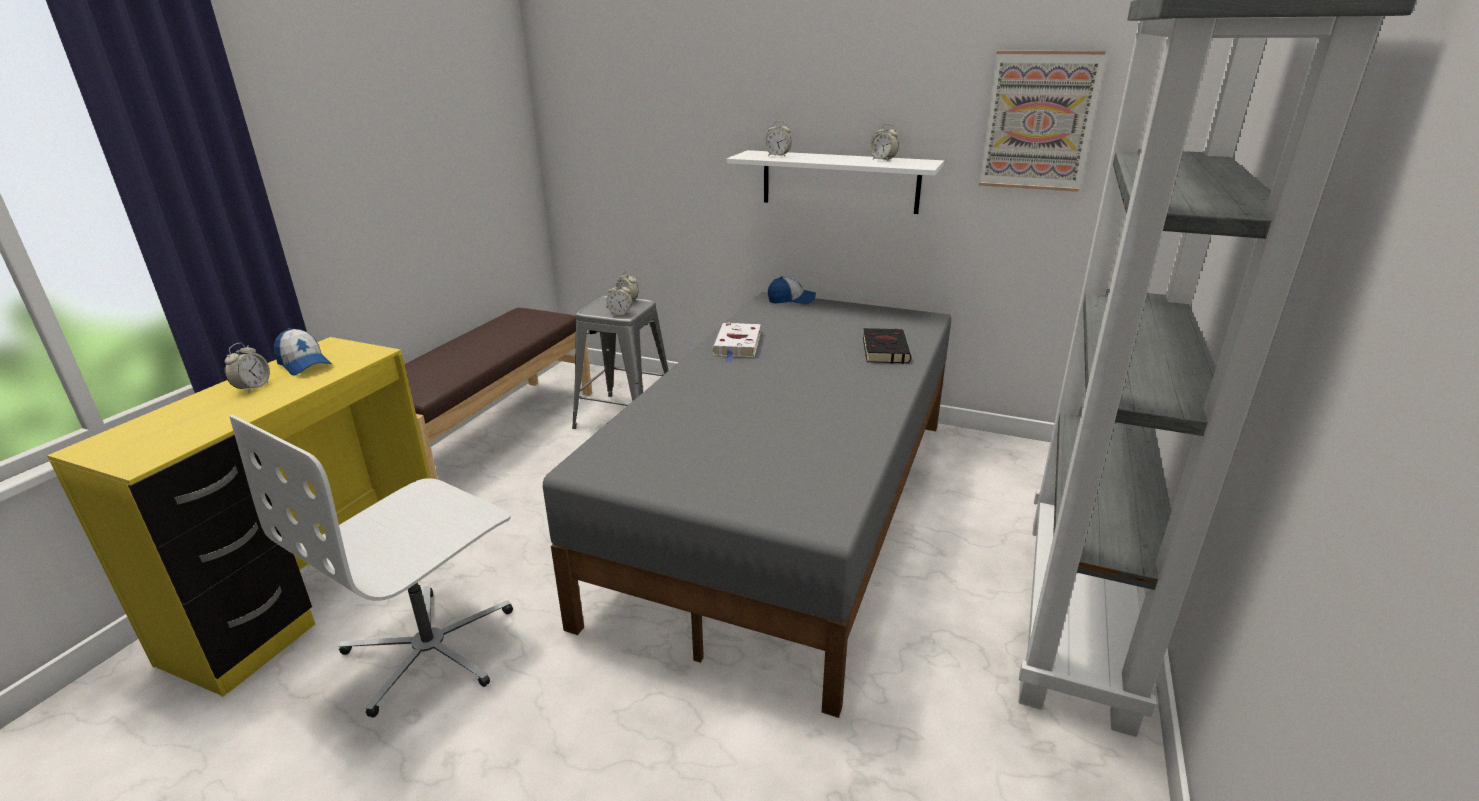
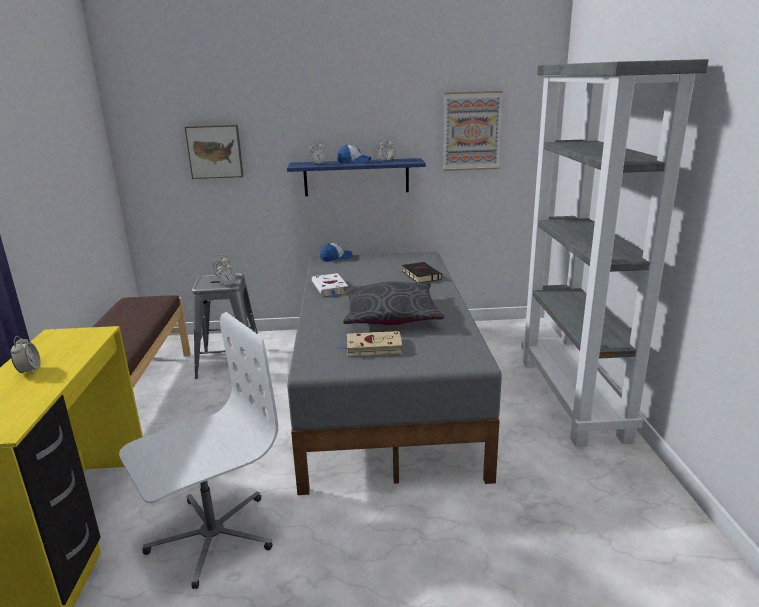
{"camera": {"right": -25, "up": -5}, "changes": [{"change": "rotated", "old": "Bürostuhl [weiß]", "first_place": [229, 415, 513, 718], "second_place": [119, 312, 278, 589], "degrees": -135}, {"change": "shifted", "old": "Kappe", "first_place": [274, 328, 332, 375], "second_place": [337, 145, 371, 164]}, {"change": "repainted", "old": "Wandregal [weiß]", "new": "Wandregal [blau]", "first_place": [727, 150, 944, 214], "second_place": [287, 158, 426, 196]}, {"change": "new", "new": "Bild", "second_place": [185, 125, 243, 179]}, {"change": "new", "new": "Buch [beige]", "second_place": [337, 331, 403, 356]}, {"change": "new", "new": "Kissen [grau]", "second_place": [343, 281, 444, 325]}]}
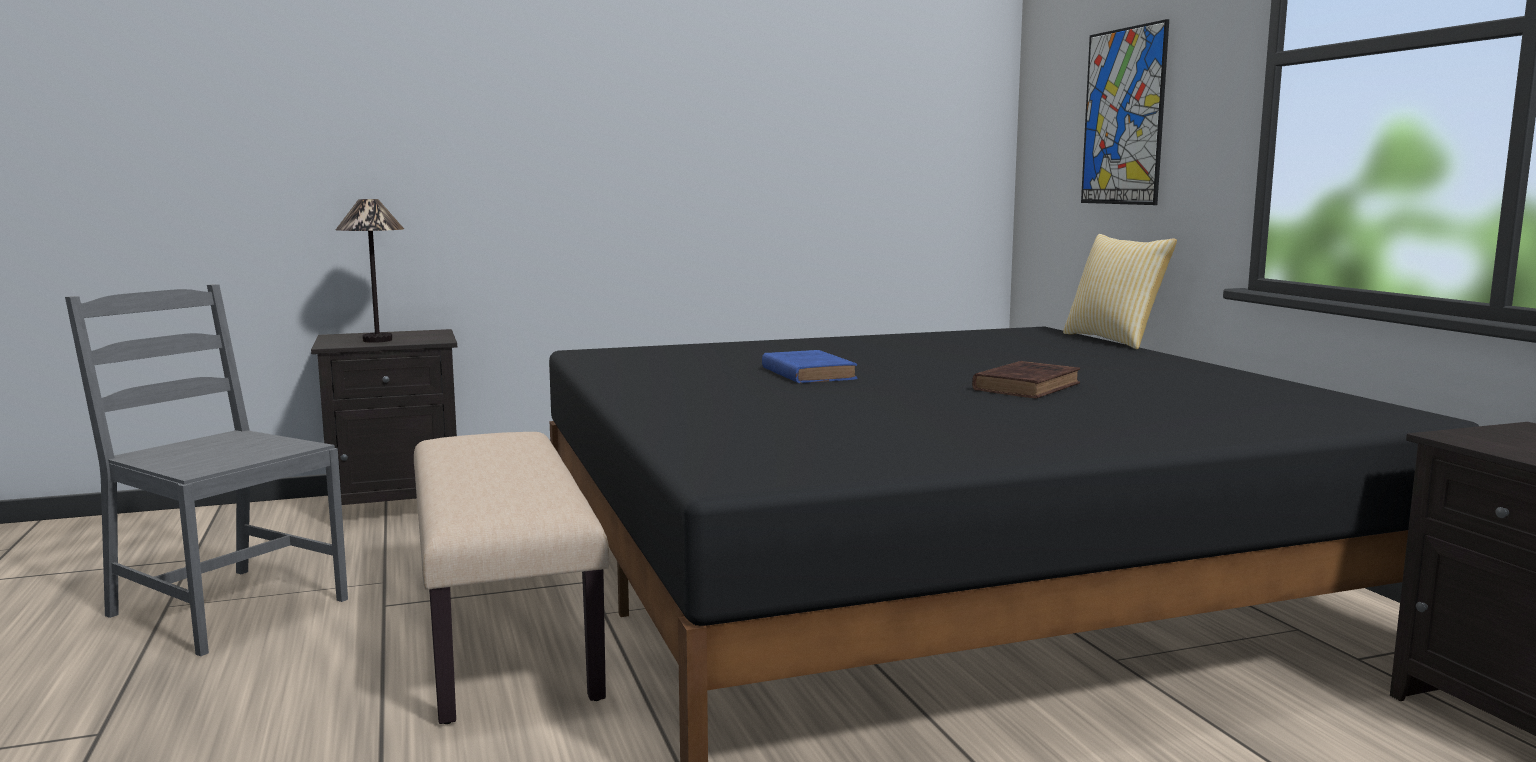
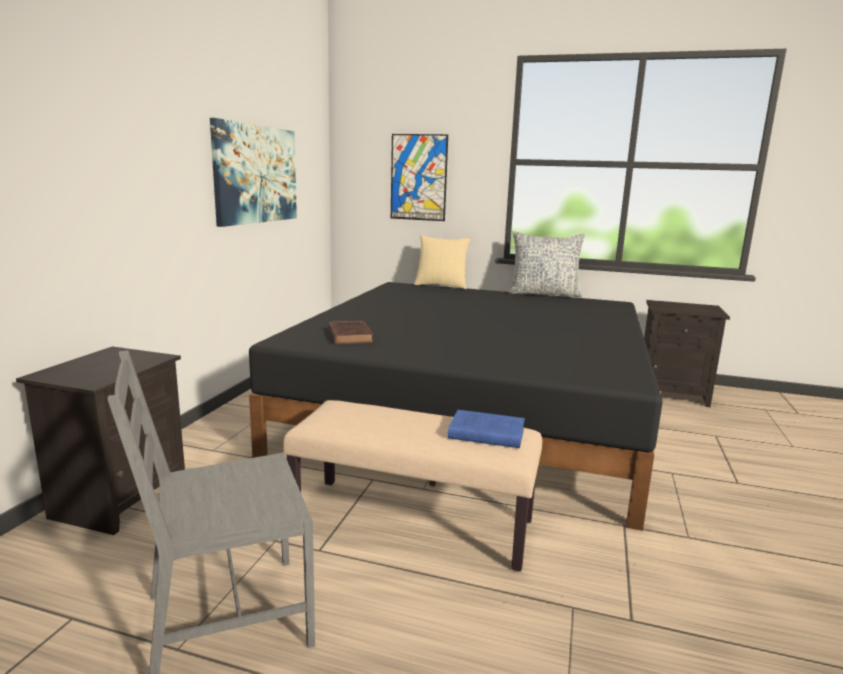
{"camera": {"right": -55, "up": 5}, "changes": [{"change": "gone", "old": "Tischlampe", "first_place": [336, 199, 404, 343]}, {"change": "shifted", "old": "Buch [blau]", "first_place": [762, 350, 857, 383], "second_place": [448, 410, 525, 448]}, {"change": "shifted", "old": "Buch [braun]", "first_place": [972, 361, 1080, 398], "second_place": [328, 321, 373, 344]}, {"change": "new", "new": "Bild", "second_place": [210, 118, 297, 227]}, {"change": "new", "new": "Kissen", "second_place": [508, 231, 585, 297]}]}
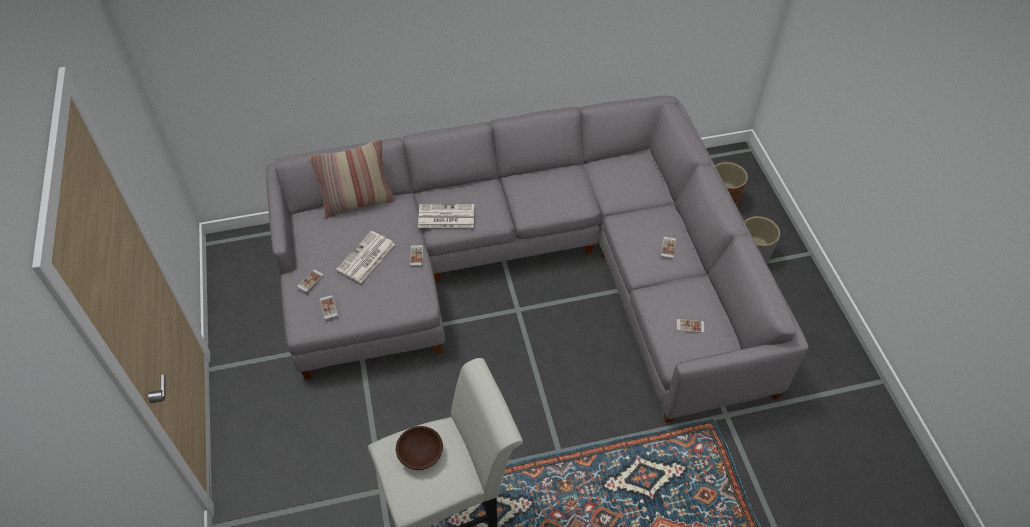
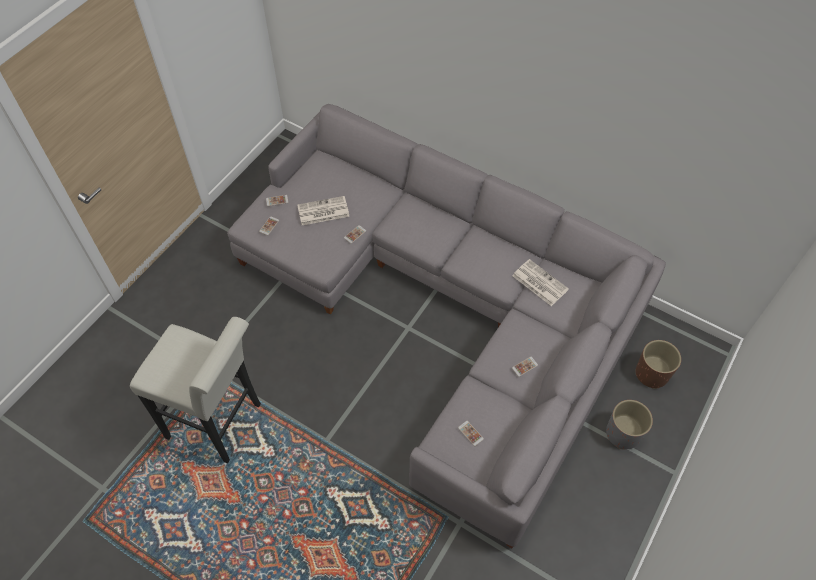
{"camera": {"right": 45, "up": 5}, "changes": [{"change": "gone", "old": "Kissen", "first_place": [309, 140, 395, 218]}, {"change": "gone", "old": "Schüssel [braun]", "first_place": [396, 426, 443, 470]}, {"change": "shifted", "old": "Zeitung", "first_place": [418, 204, 474, 228], "second_place": [512, 259, 569, 306]}]}
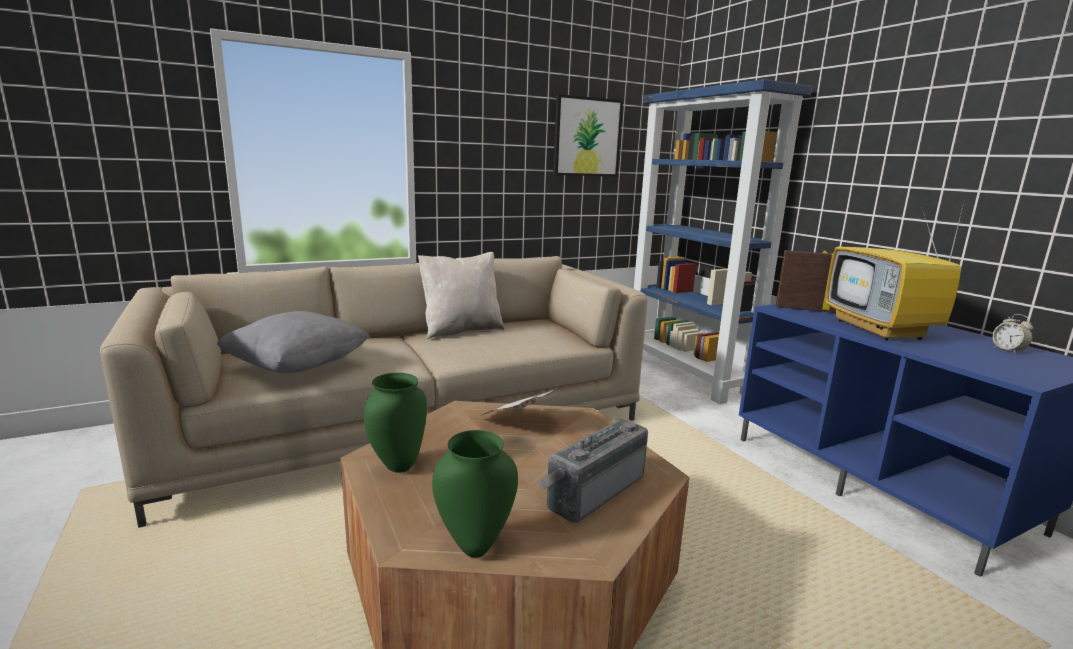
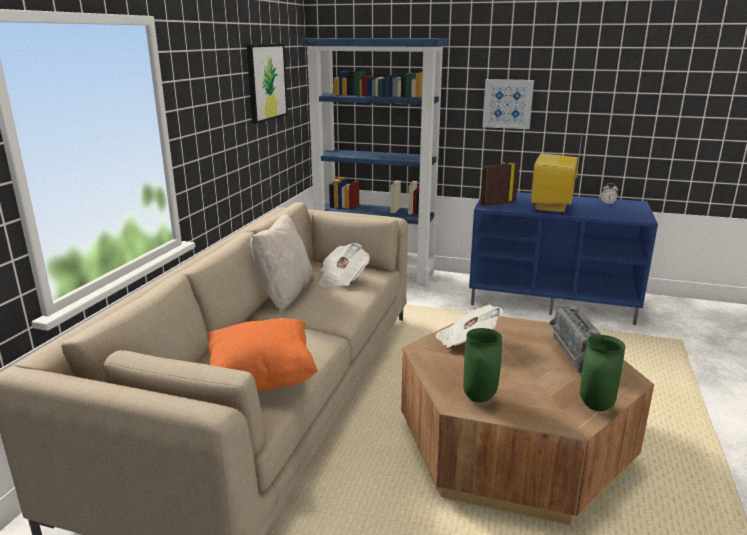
{"camera": {"right": -45, "up": 5}, "changes": [{"change": "repainted", "old": "Kissen [grau]", "new": "Kissen [orange]", "first_place": [217, 311, 371, 374], "second_place": [207, 318, 318, 391]}, {"change": "rotated", "old": "Fernseher", "first_place": [825, 203, 964, 340], "second_place": [531, 135, 582, 214], "degrees": 75}, {"change": "new", "new": "Zeitung", "second_place": [319, 243, 370, 287]}, {"change": "new", "new": "Bild", "second_place": [482, 79, 534, 129]}]}
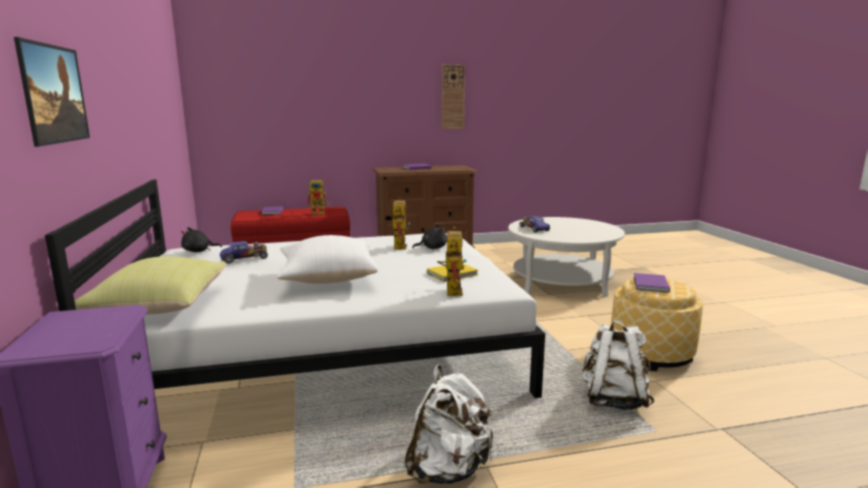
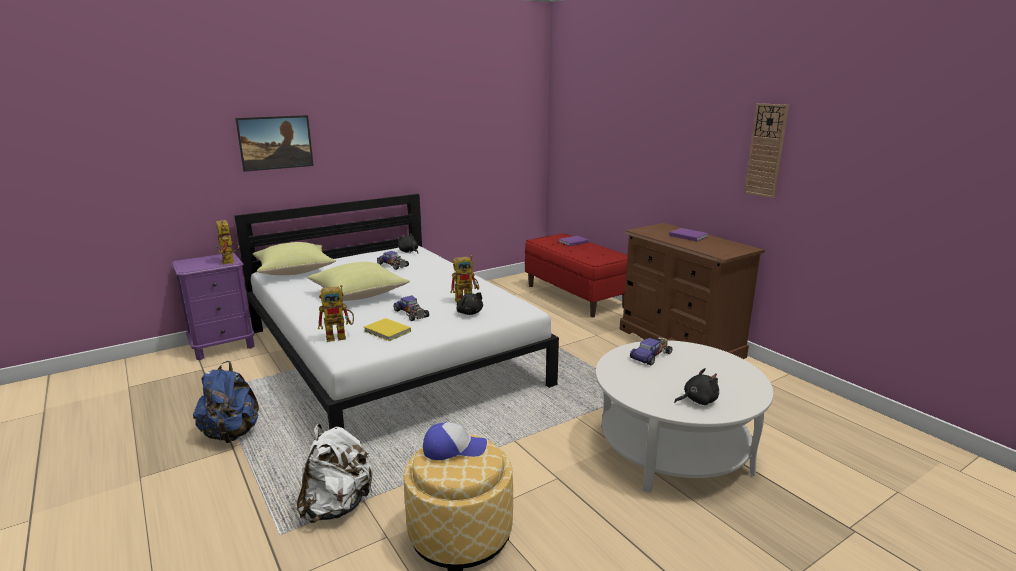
{"camera": {"right": 70, "up": 5}, "changes": [{"change": "repainted", "old": "Kissen [weiß]", "new": "Kissen [gelb]", "first_place": [277, 235, 378, 284], "second_place": [307, 262, 410, 301]}, {"change": "shifted", "old": "Spielzeugroboter", "first_place": [307, 179, 331, 216], "second_place": [216, 220, 240, 265]}, {"change": "repainted", "old": "Rucksack [weiß]", "new": "Rucksack [blau]", "first_place": [405, 365, 494, 484], "second_place": [193, 361, 259, 443]}, {"change": "swapped", "old": "Buch [lila]", "new": "Kappe", "first_place": [633, 273, 670, 293], "second_place": [423, 422, 487, 460]}, {"change": "new", "new": "Spielzeugauto", "second_place": [394, 296, 429, 321]}, {"change": "new", "new": "Plüschtier [schwarz]", "second_place": [674, 368, 719, 405]}]}
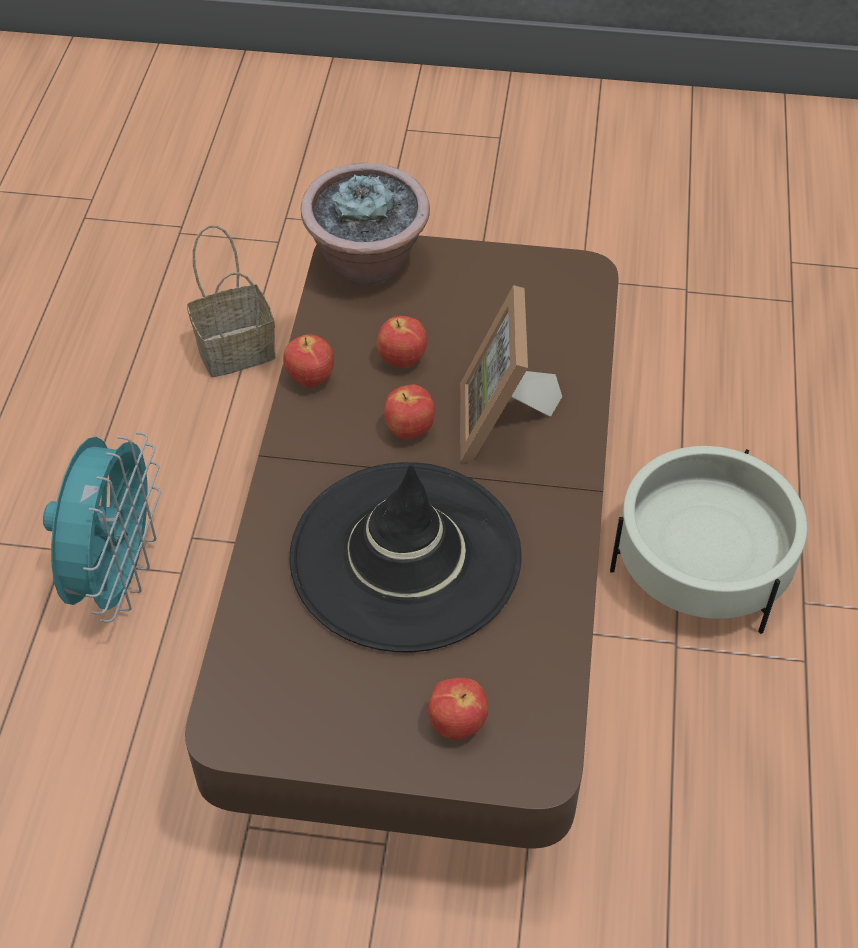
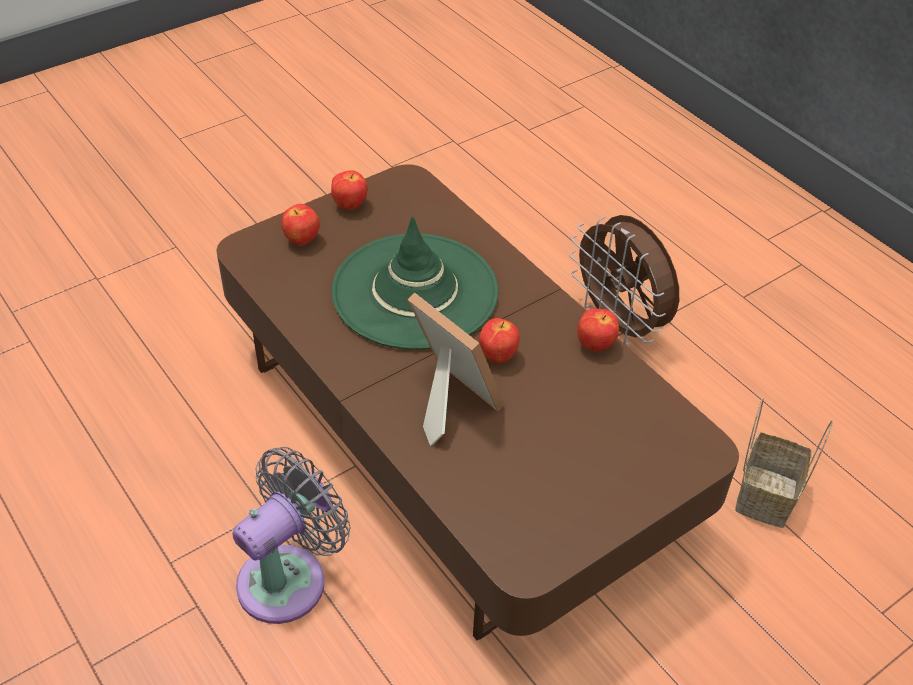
{"camera": {"right": 135, "up": -5}, "changes": [{"change": "repainted", "old": "Ventilator [türkis]", "new": "Ventilator [braun]", "first_place": [43, 432, 161, 623], "second_place": [569, 215, 679, 345]}, {"change": "repainted", "old": "Hut [schwarz]", "new": "Hut [grün]", "first_place": [289, 462, 522, 652], "second_place": [331, 216, 498, 350]}, {"change": "gone", "old": "Topfpflanze", "first_place": [301, 163, 430, 285]}, {"change": "shifted", "old": "Apfel", "first_place": [377, 316, 427, 368], "second_place": [331, 170, 368, 210]}, {"change": "swapped", "old": "Pflanzkübel [beige]", "new": "Ventilator [grau]", "first_place": [610, 446, 807, 634], "second_place": [232, 447, 351, 624]}]}
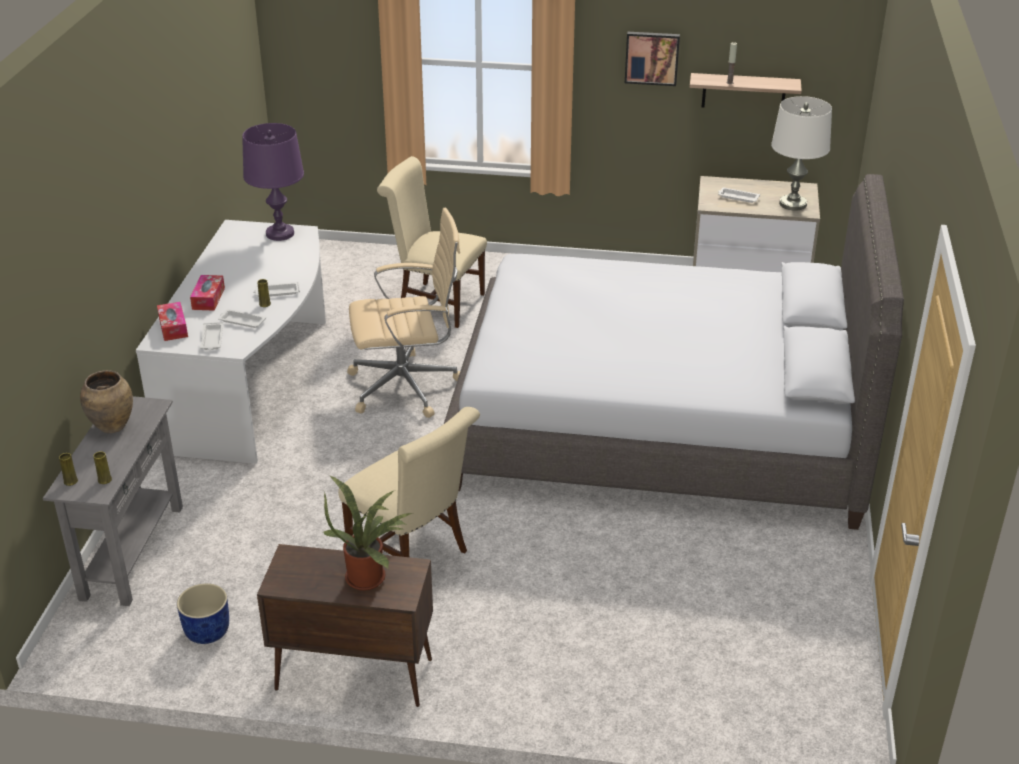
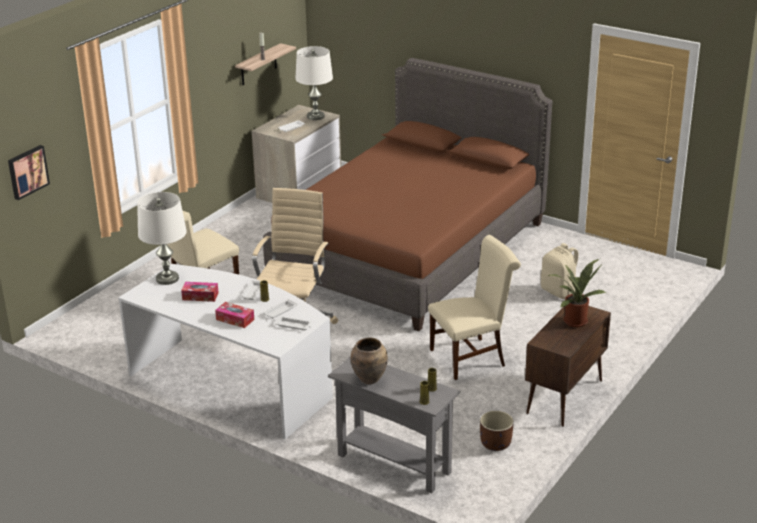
{"camera": {"right": -65, "up": -5}, "changes": [{"change": "shifted", "old": "Taschentuchbox", "first_place": [157, 302, 188, 341], "second_place": [181, 282, 219, 302]}, {"change": "repainted", "old": "Pflanzkübel [blau]", "new": "Pflanzkübel [braun]", "first_place": [177, 583, 229, 644], "second_place": [480, 411, 514, 451]}, {"change": "repainted", "old": "Tischlampe [lila]", "new": "Tischlampe [weiß]", "first_place": [242, 123, 304, 241], "second_place": [137, 192, 187, 285]}, {"change": "repainted", "old": "Bett [grau]", "new": "Bett [braun]", "first_place": [444, 174, 904, 530], "second_place": [263, 58, 553, 331]}, {"change": "shifted", "old": "Bild", "first_place": [625, 32, 680, 86], "second_place": [8, 145, 50, 200]}, {"change": "new", "new": "Rucksack [beige]", "second_place": [541, 243, 579, 299]}]}
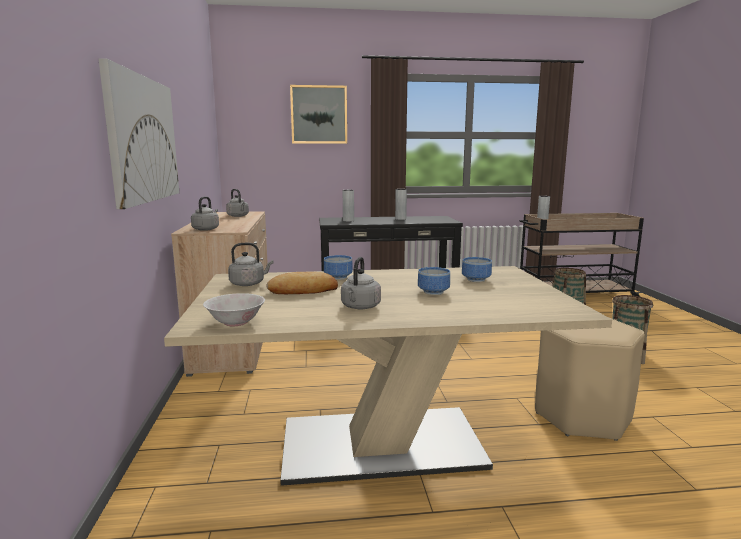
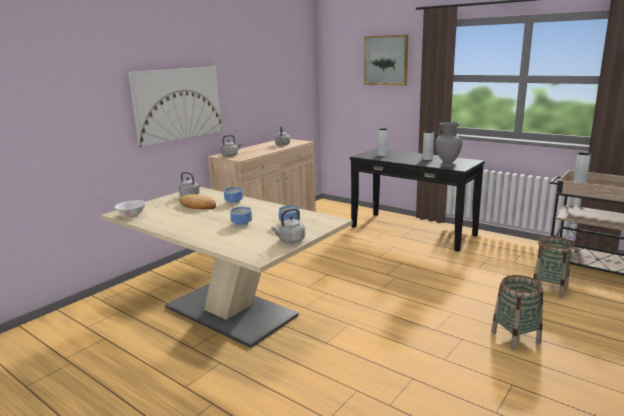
{"camera": {"right": 45, "up": 5}, "changes": [{"change": "shifted", "old": "Wasserkessel [grau]", "first_place": [341, 257, 381, 309], "second_place": [271, 208, 305, 243]}, {"change": "gone", "old": "Hocker [beige]", "first_place": [535, 318, 645, 441]}, {"change": "new", "new": "Vase [grau]", "second_place": [436, 122, 463, 167]}]}
